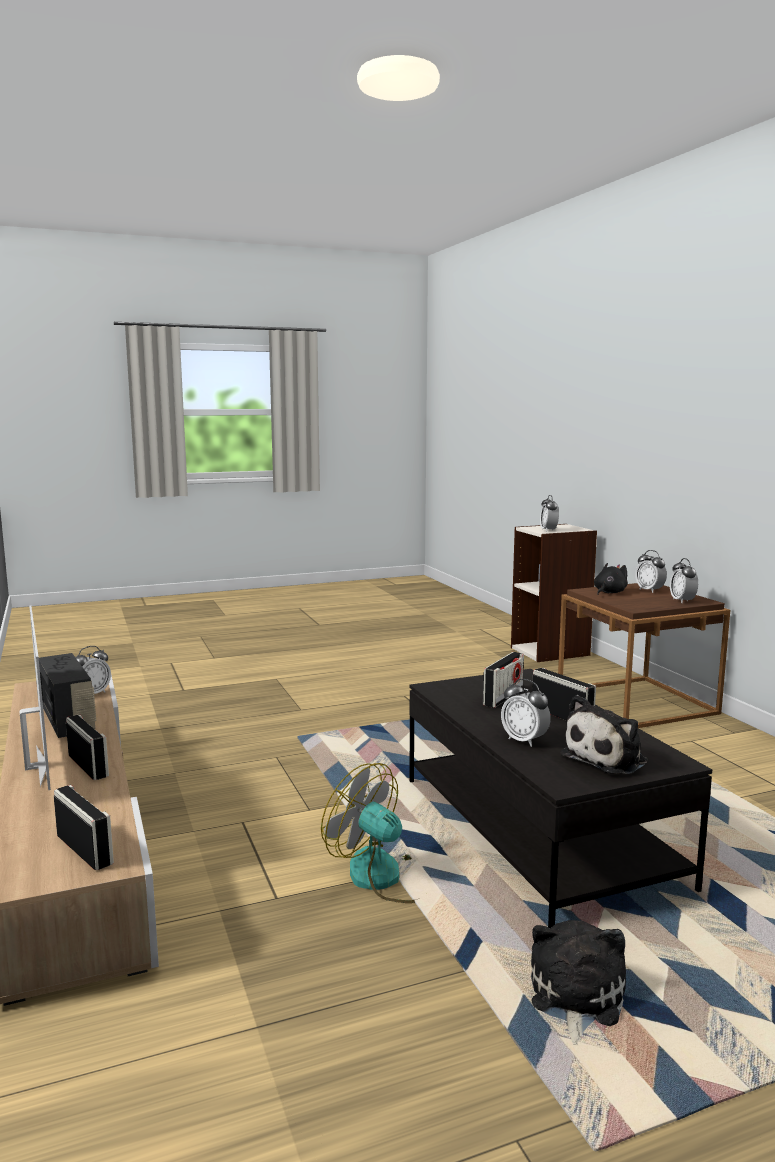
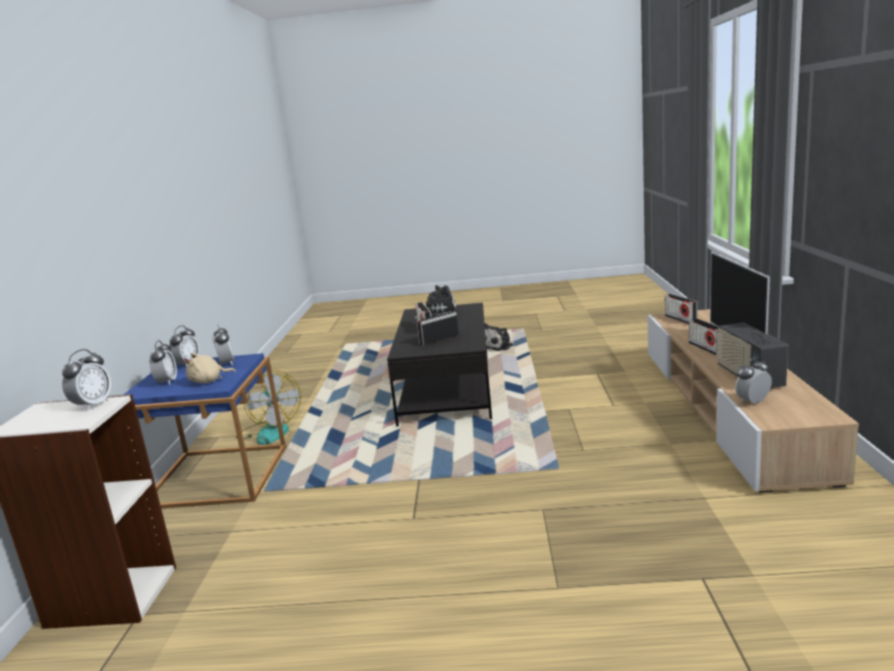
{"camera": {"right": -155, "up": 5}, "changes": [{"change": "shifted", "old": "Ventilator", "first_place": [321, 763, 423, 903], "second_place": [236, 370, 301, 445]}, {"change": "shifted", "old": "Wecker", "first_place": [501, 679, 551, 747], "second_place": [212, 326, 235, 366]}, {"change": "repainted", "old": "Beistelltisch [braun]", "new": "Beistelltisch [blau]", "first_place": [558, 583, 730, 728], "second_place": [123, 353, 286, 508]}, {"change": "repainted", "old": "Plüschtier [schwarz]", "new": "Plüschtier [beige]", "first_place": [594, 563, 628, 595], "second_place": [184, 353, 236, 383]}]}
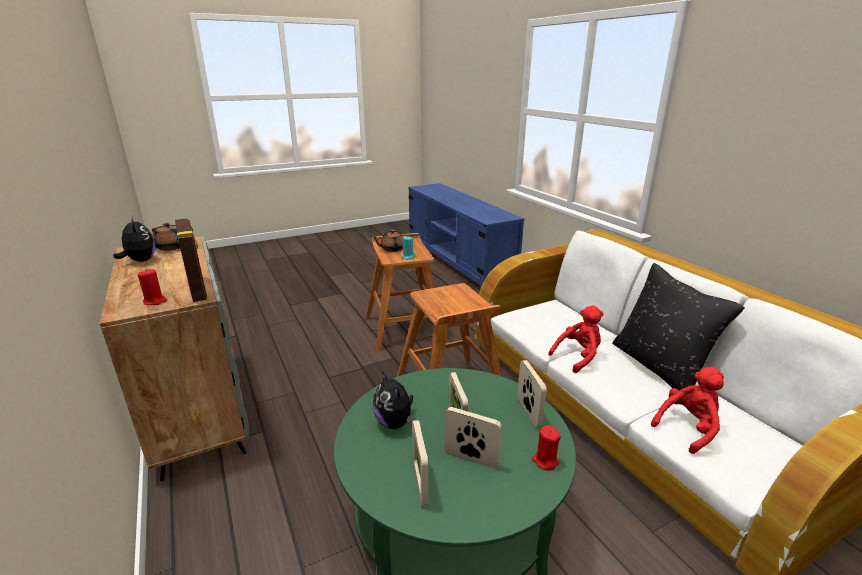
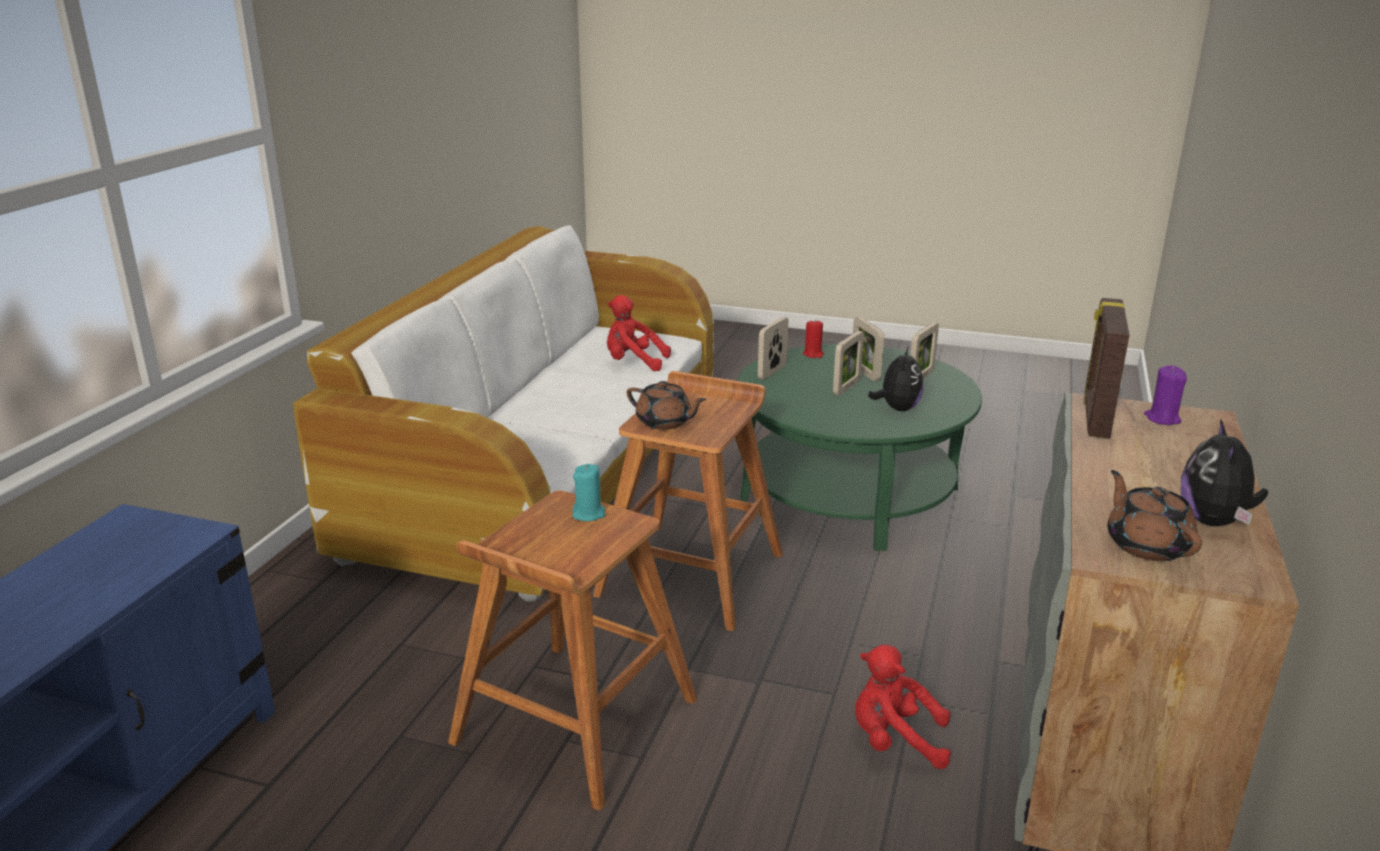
{"camera": {"right": -135, "up": 0}, "changes": [{"change": "repainted", "old": "Kerze [rot]", "new": "Kerze [lila]", "first_place": [138, 269, 167, 305], "second_place": [1144, 365, 1187, 425]}, {"change": "shifted", "old": "Teekanne [braun]", "first_place": [371, 230, 412, 252], "second_place": [627, 381, 706, 430]}, {"change": "shifted", "old": "Plüschtier [rot]", "first_place": [548, 305, 604, 373], "second_place": [855, 645, 951, 769]}, {"change": "gone", "old": "Kissen [schwarz]", "first_place": [612, 263, 745, 391]}]}
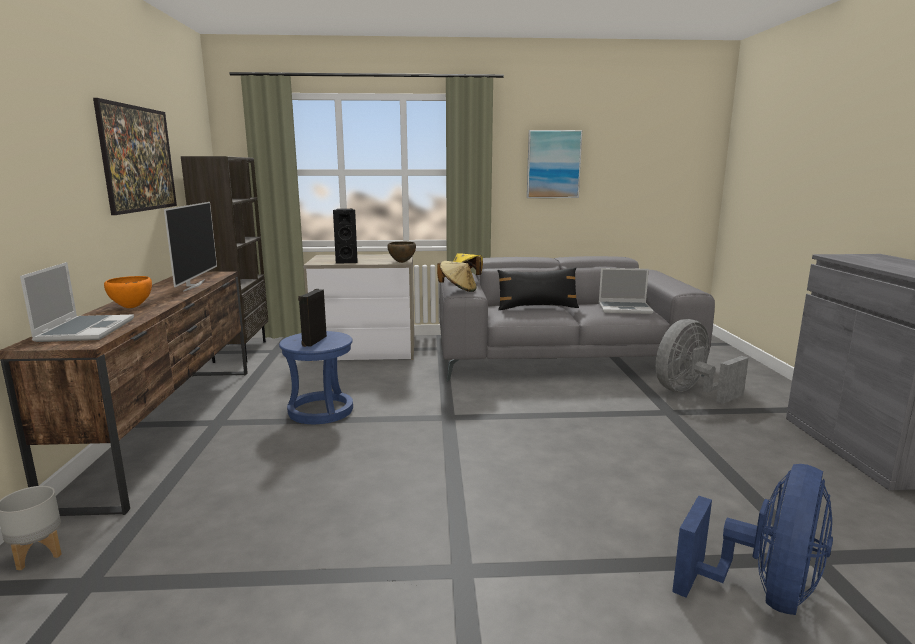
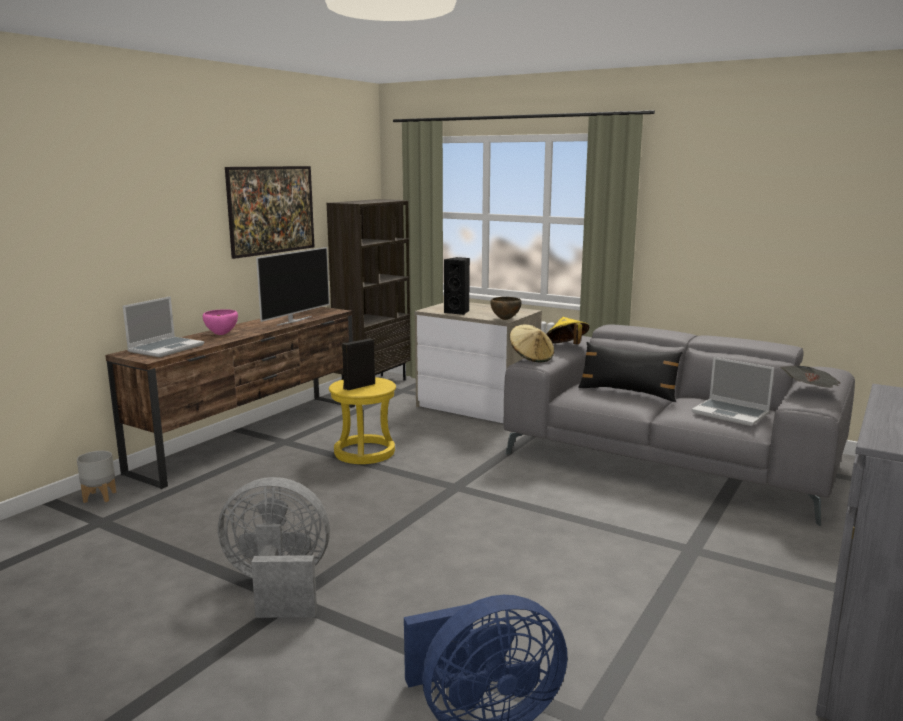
{"camera": {"right": 35, "up": 0}, "changes": [{"change": "repainted", "old": "Schüssel [orange]", "new": "Schüssel [rosa]", "first_place": [104, 276, 152, 308], "second_place": [203, 309, 238, 335]}, {"change": "repainted", "old": "Hocker [blau]", "new": "Hocker [gelb]", "first_place": [279, 331, 353, 424], "second_place": [329, 377, 396, 464]}, {"change": "gone", "old": "Bild", "first_place": [527, 130, 582, 198]}, {"change": "shifted", "old": "Ventilator [grau]", "first_place": [656, 319, 749, 404], "second_place": [218, 477, 330, 618]}, {"change": "new", "new": "Zeitung", "second_place": [780, 366, 841, 388]}]}
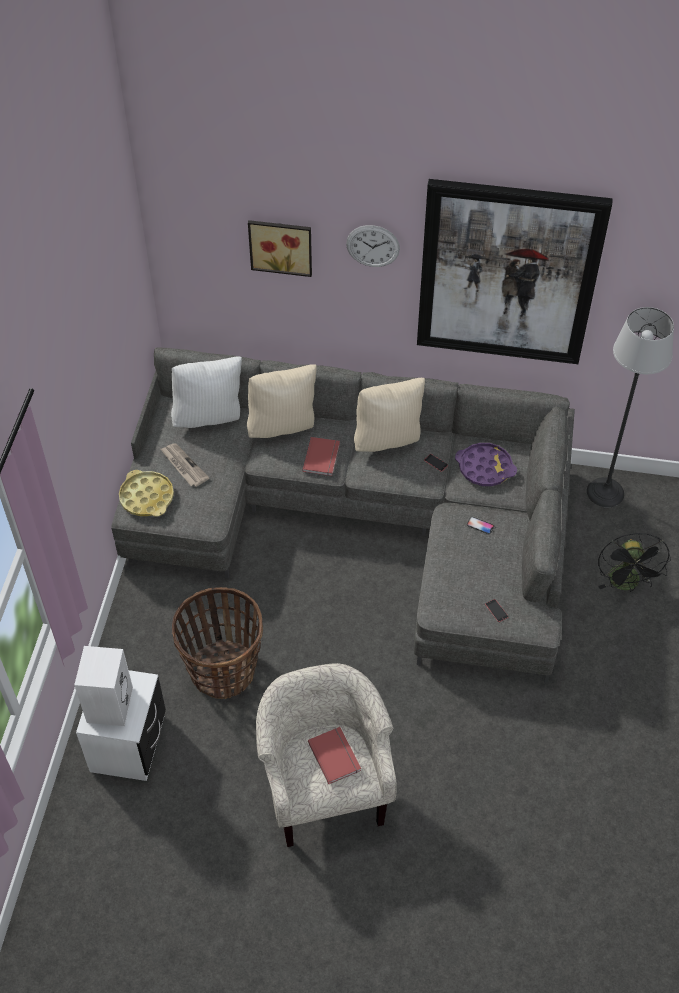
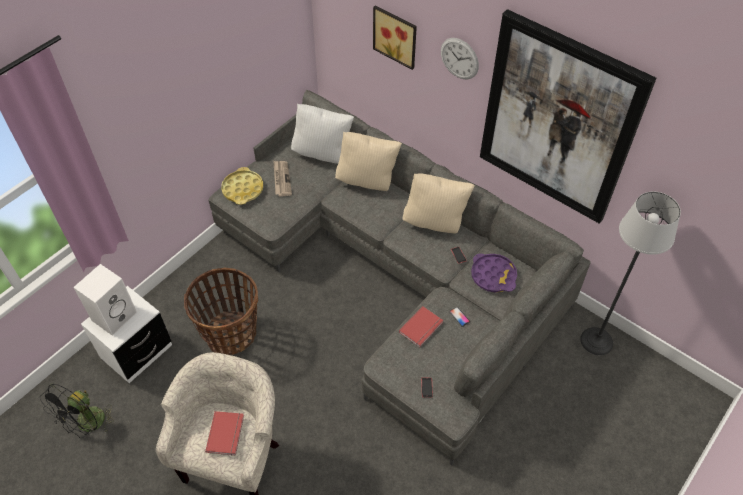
{"camera": {"right": 30, "up": 0}, "changes": [{"change": "shifted", "old": "Buch [rot]", "first_place": [302, 437, 340, 476], "second_place": [399, 306, 443, 347]}, {"change": "shifted", "old": "Ventilator [schwarz]", "first_place": [598, 533, 671, 592], "second_place": [40, 383, 114, 438]}]}
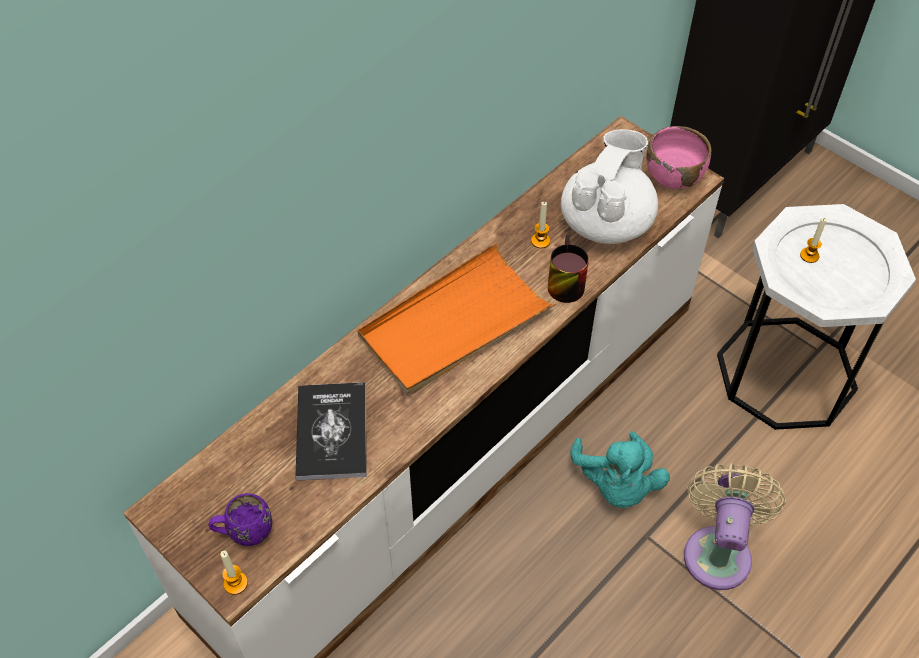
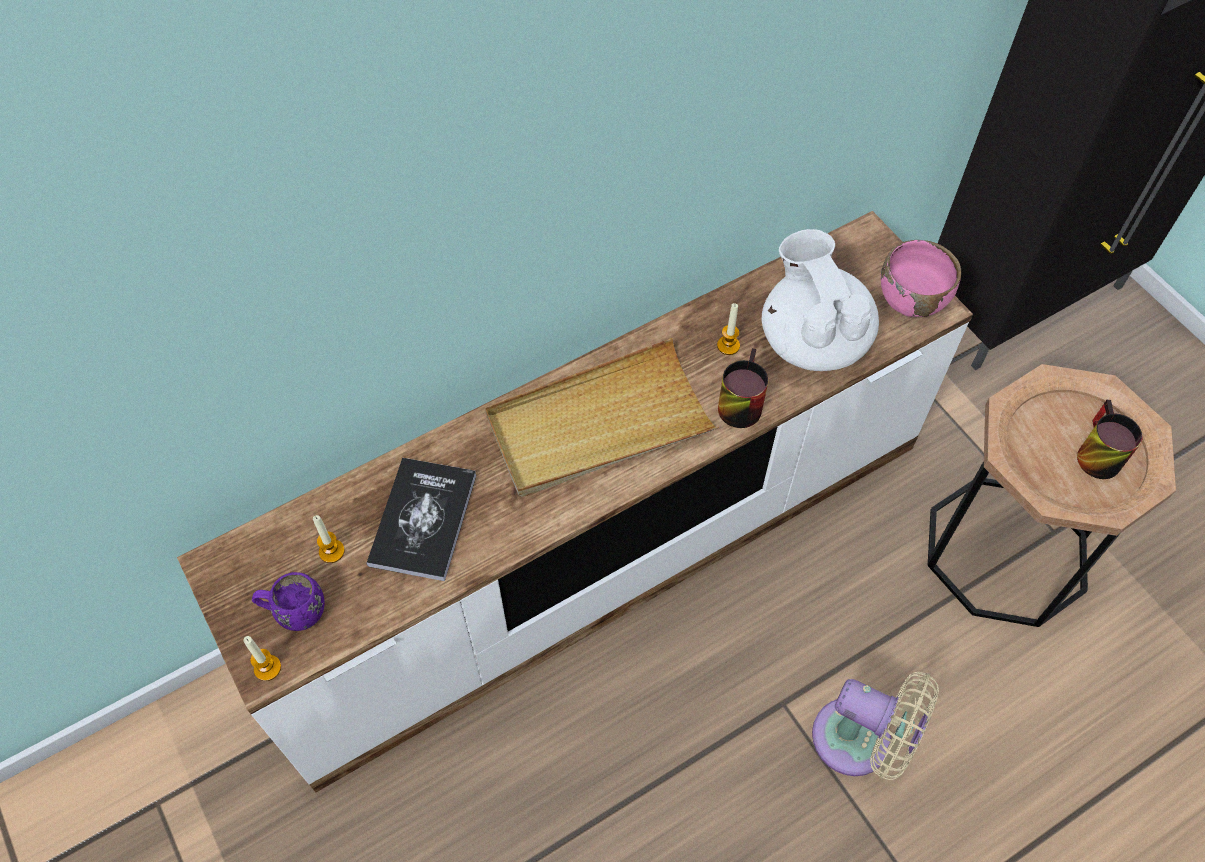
{"camera": {"right": 15, "up": 5}, "changes": [{"change": "repainted", "old": "Tablett [orange]", "new": "Tablett [beige]", "first_place": [358, 243, 557, 395], "second_place": [485, 338, 719, 497]}, {"change": "rotated", "old": "Teekanne [weiß]", "first_place": [561, 129, 658, 244], "second_place": [762, 229, 879, 371], "degrees": -60}, {"change": "gone", "old": "Plüschtier [türkis]", "first_place": [570, 431, 670, 508]}, {"change": "rotated", "old": "Ventilator [beige]", "first_place": [684, 463, 786, 590], "second_place": [812, 672, 939, 780], "degrees": 90}, {"change": "repainted", "old": "Beistelltisch [weiß]", "new": "Beistelltisch [braun]", "first_place": [717, 204, 916, 430], "second_place": [928, 364, 1176, 627]}, {"change": "shifted", "old": "Kerze", "first_place": [800, 218, 827, 263], "second_place": [313, 515, 345, 563]}, {"change": "new", "new": "Henkelbecher", "second_place": [1077, 400, 1143, 479]}]}
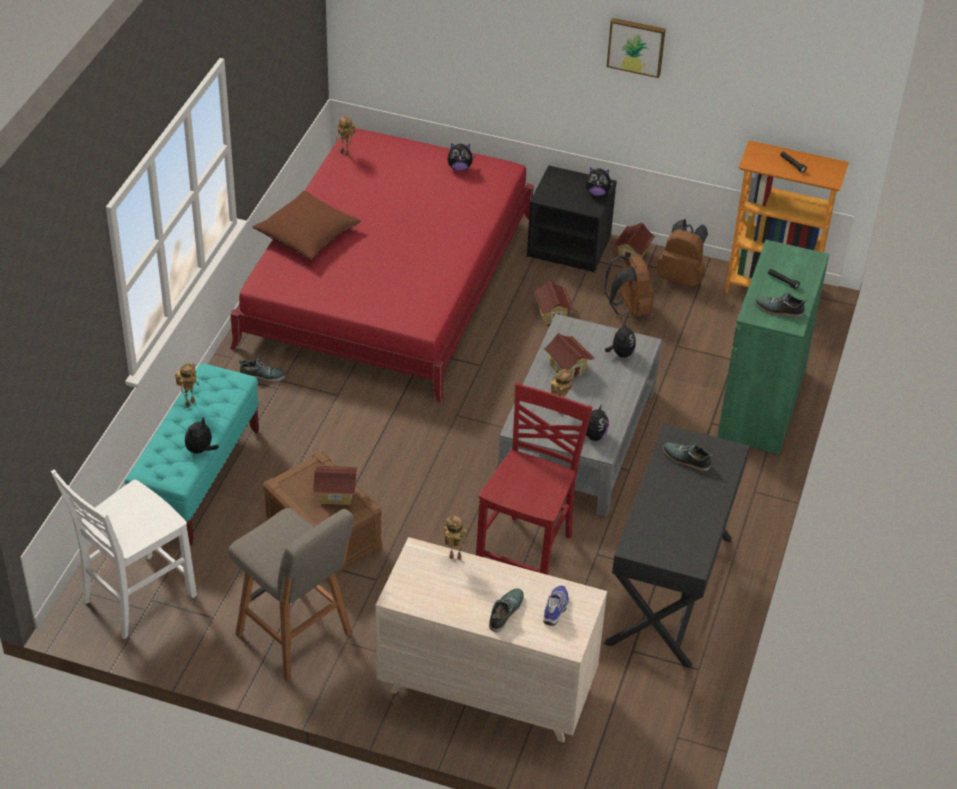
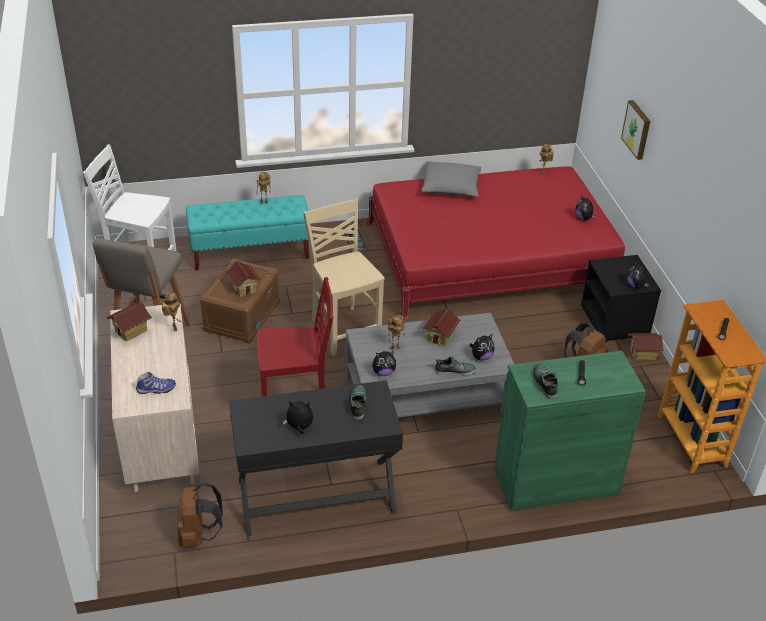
{"camera": {"right": 60, "up": -5}, "changes": [{"change": "shifted", "old": "Plüschtier", "first_place": [185, 417, 219, 455], "second_place": [283, 400, 313, 434]}, {"change": "repainted", "old": "Kissen [braun]", "new": "Kissen [grau]", "first_place": [253, 191, 361, 259], "second_place": [421, 161, 481, 197]}, {"change": "shifted", "old": "Schuh", "first_place": [489, 588, 524, 632], "second_place": [435, 357, 476, 375]}, {"change": "shifted", "old": "Spielzeughaus", "first_place": [534, 280, 574, 324], "second_place": [106, 302, 152, 342]}, {"change": "shifted", "old": "Bild", "first_place": [607, 18, 666, 78], "second_place": [621, 100, 650, 160]}, {"change": "shifted", "old": "Rucksack [braun]", "first_place": [656, 219, 708, 288], "second_place": [178, 483, 223, 548]}, {"change": "new", "new": "Stuhl [beige]", "second_place": [303, 198, 385, 356]}]}
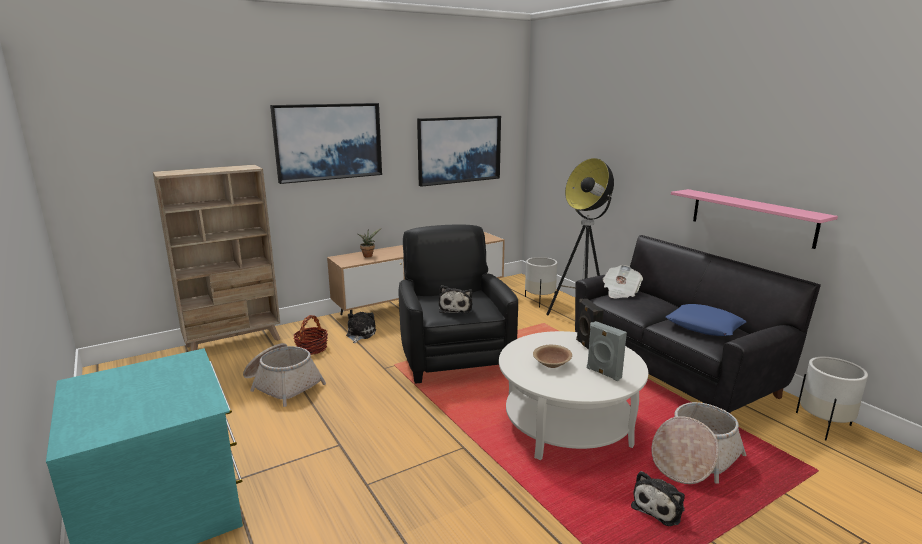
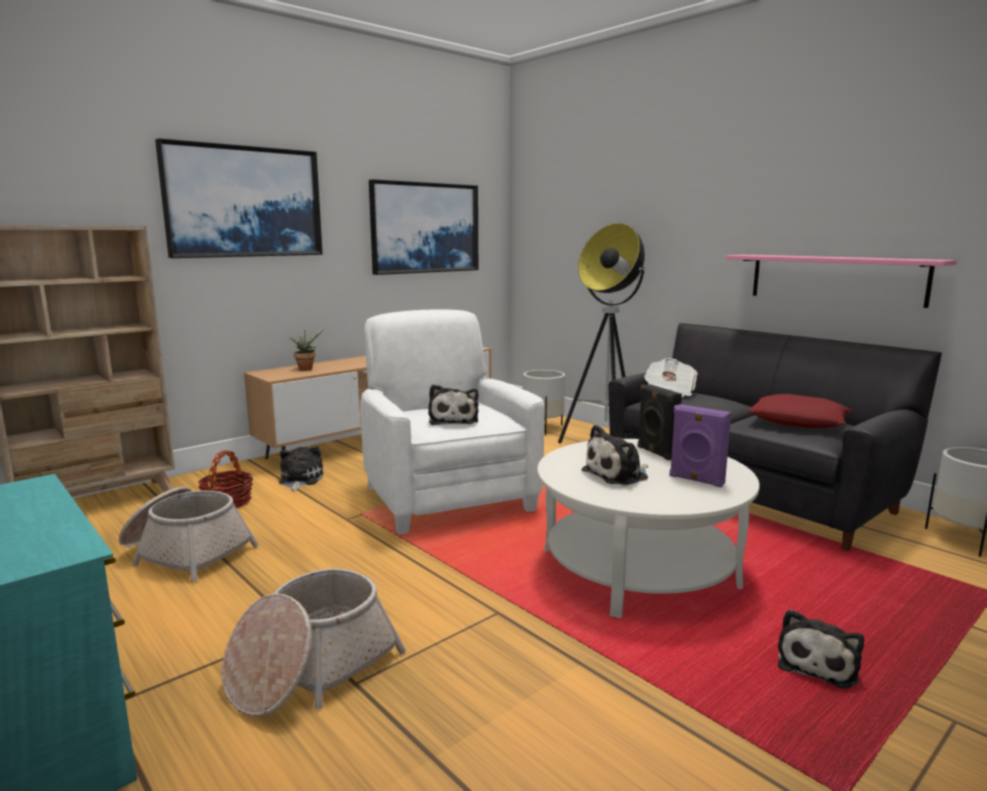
{"camera": {"right": -10, "up": -5}, "changes": [{"change": "repainted", "old": "Sessel [schwarz]", "new": "Sessel [weiß]", "first_place": [398, 225, 518, 384], "second_place": [360, 309, 544, 535]}, {"change": "swapped", "old": "Schüssel [braun]", "new": "Plüschtier", "first_place": [533, 345, 572, 368], "second_place": [582, 425, 648, 485]}, {"change": "repainted", "old": "Lautsprecher [grau]", "new": "Lautsprecher [lila]", "first_place": [587, 321, 627, 381], "second_place": [669, 404, 731, 488]}, {"change": "shifted", "old": "Korb", "first_place": [652, 402, 747, 484], "second_place": [221, 569, 406, 717]}, {"change": "repainted", "old": "Kissen [blau]", "new": "Kissen [rot]", "first_place": [666, 304, 746, 336], "second_place": [748, 394, 852, 428]}]}
